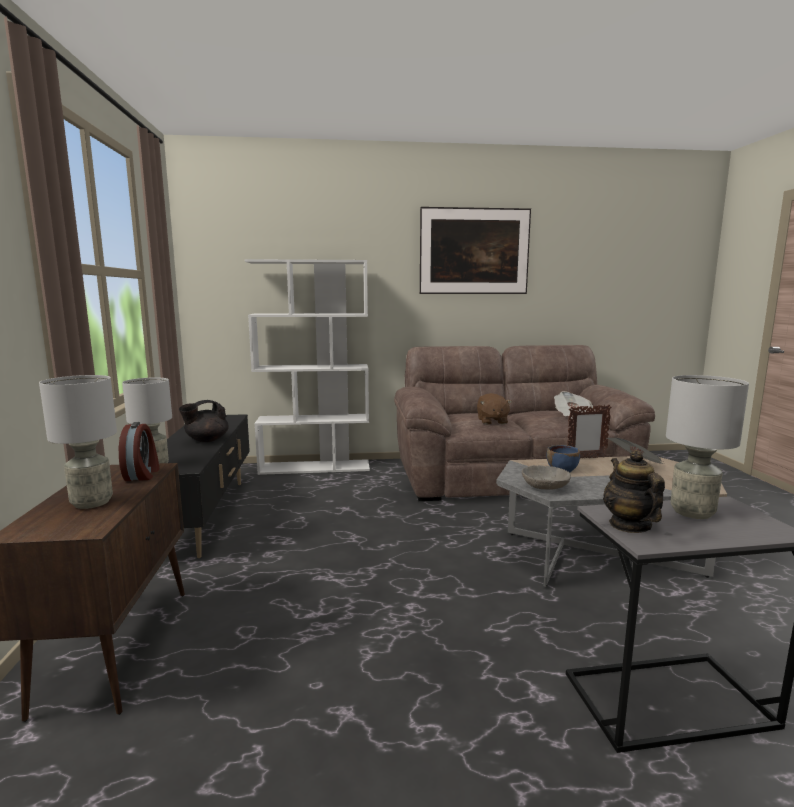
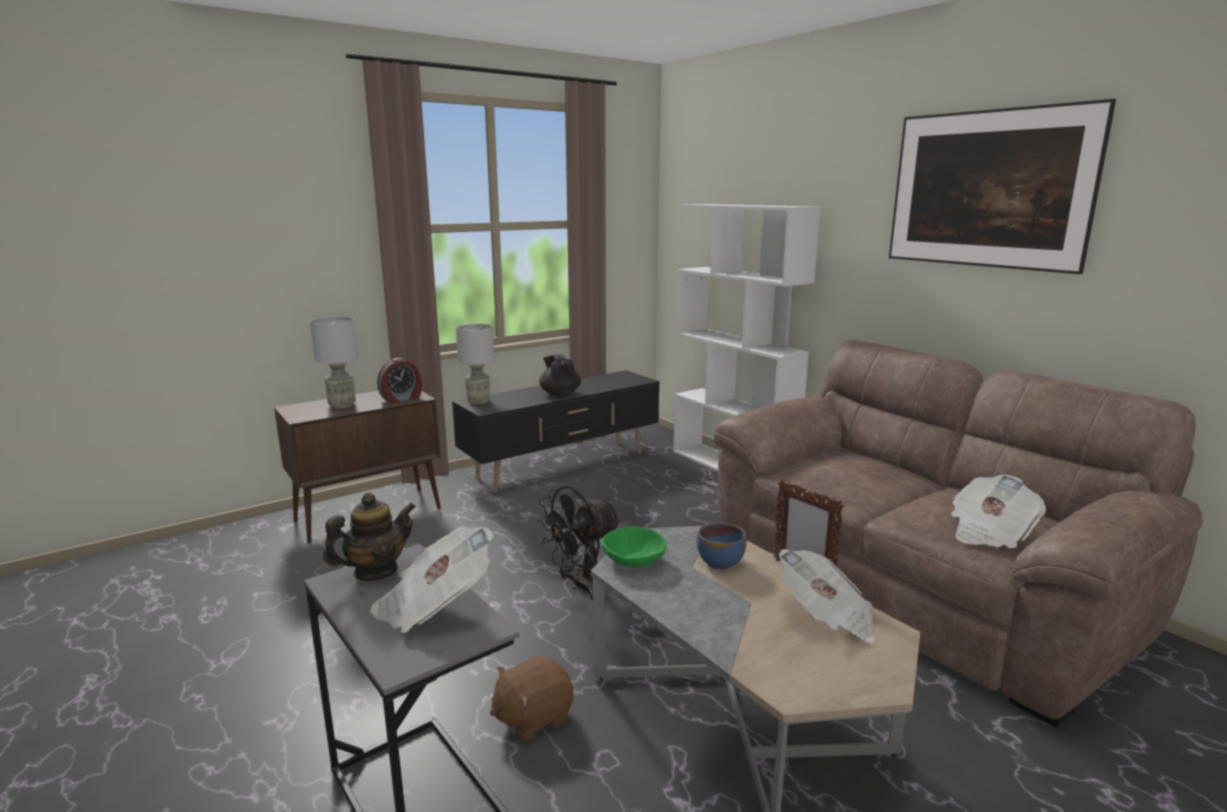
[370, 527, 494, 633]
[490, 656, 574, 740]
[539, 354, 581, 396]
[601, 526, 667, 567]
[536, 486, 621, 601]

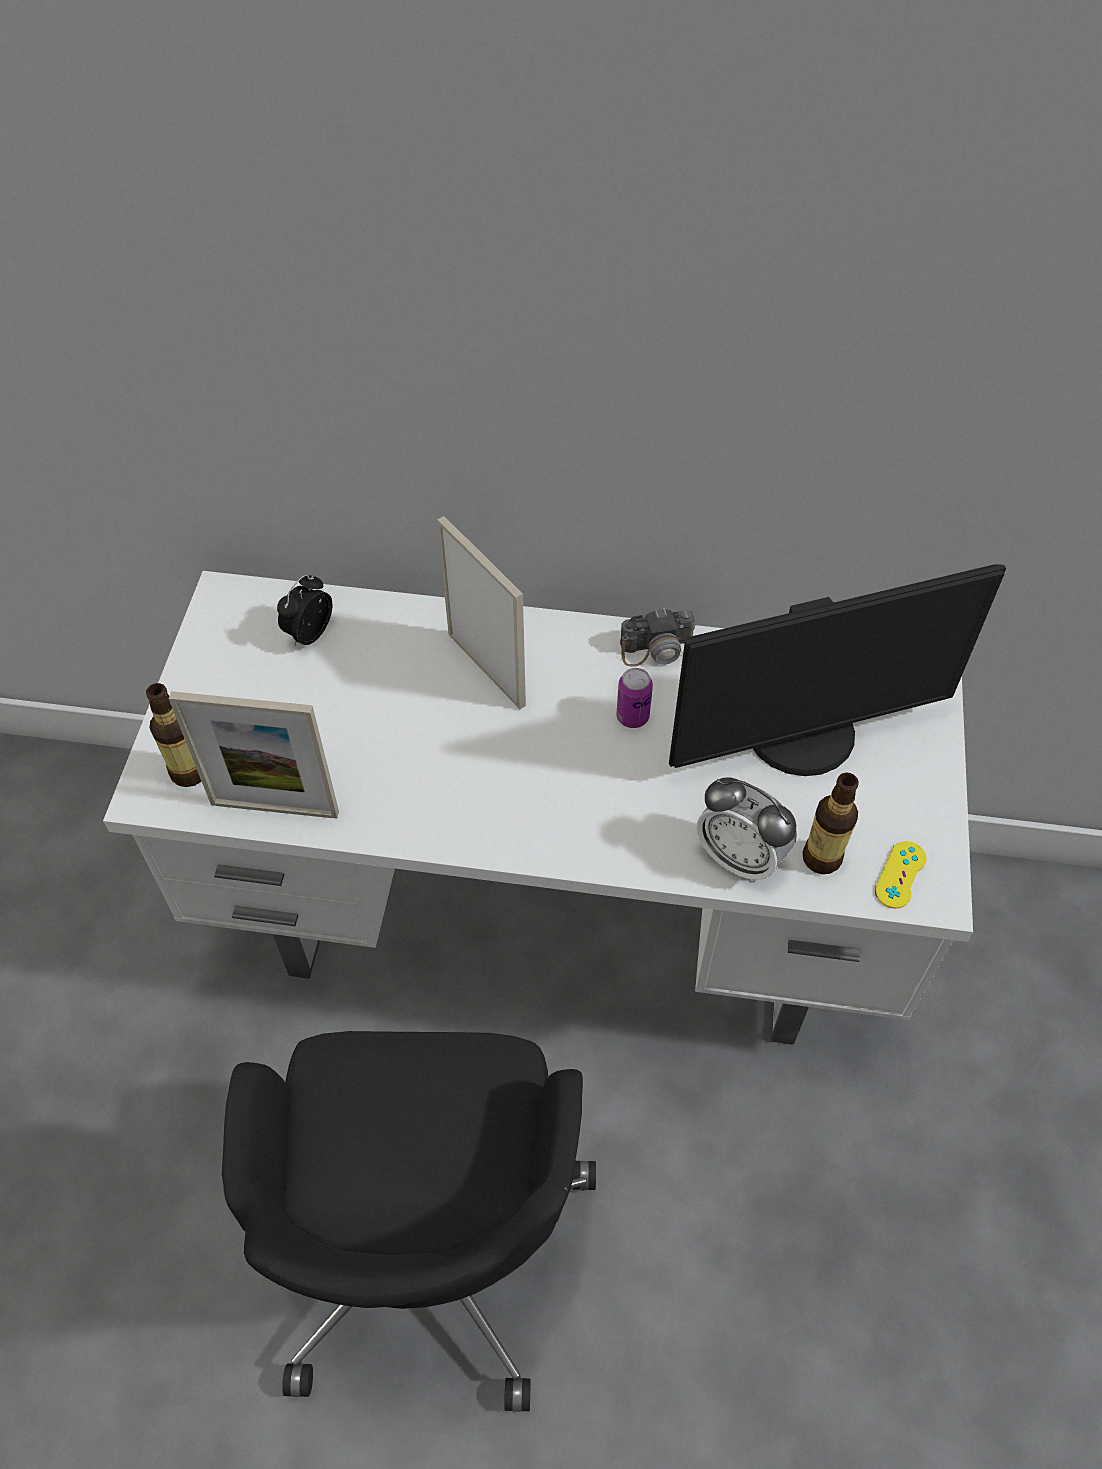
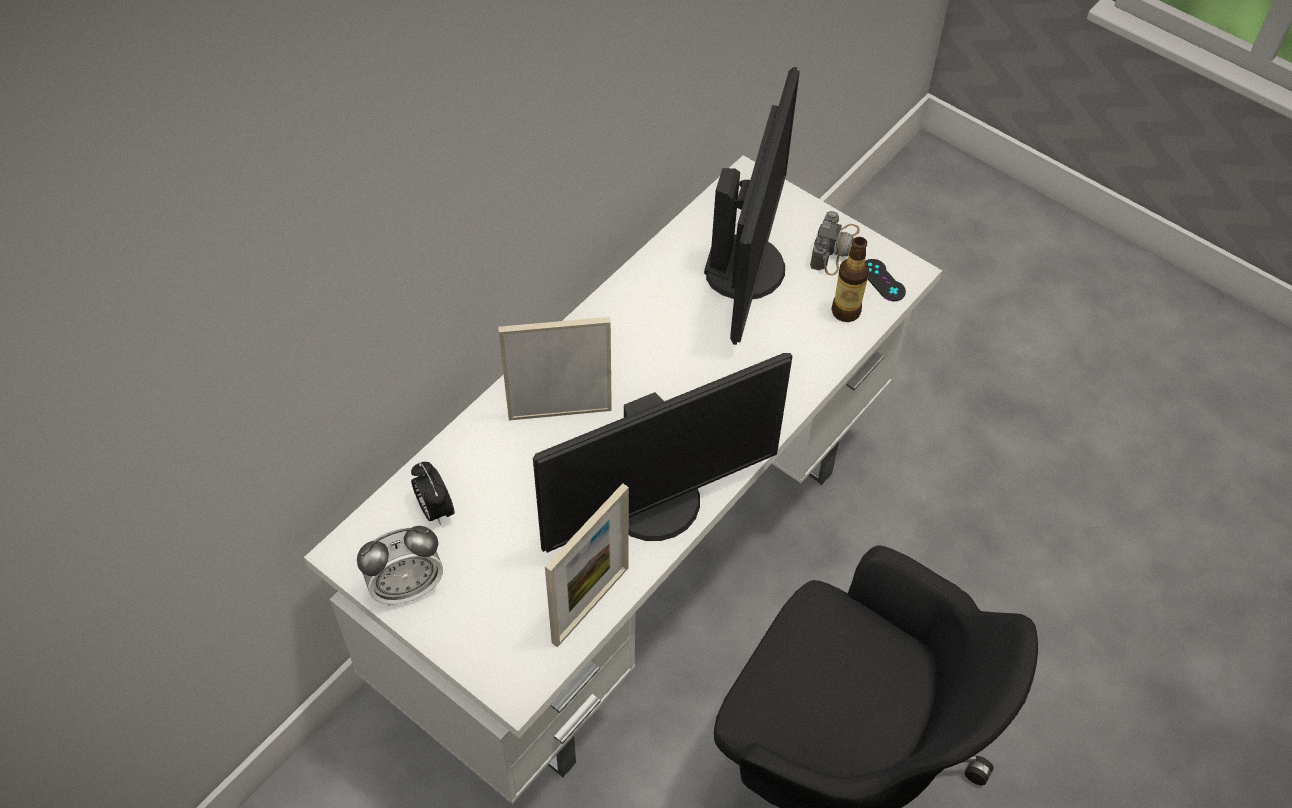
[810, 211, 860, 275]
[616, 668, 653, 728] (first image)
[146, 683, 201, 787] (first image)
[357, 526, 443, 605]
[865, 259, 906, 301]
[533, 353, 792, 553]

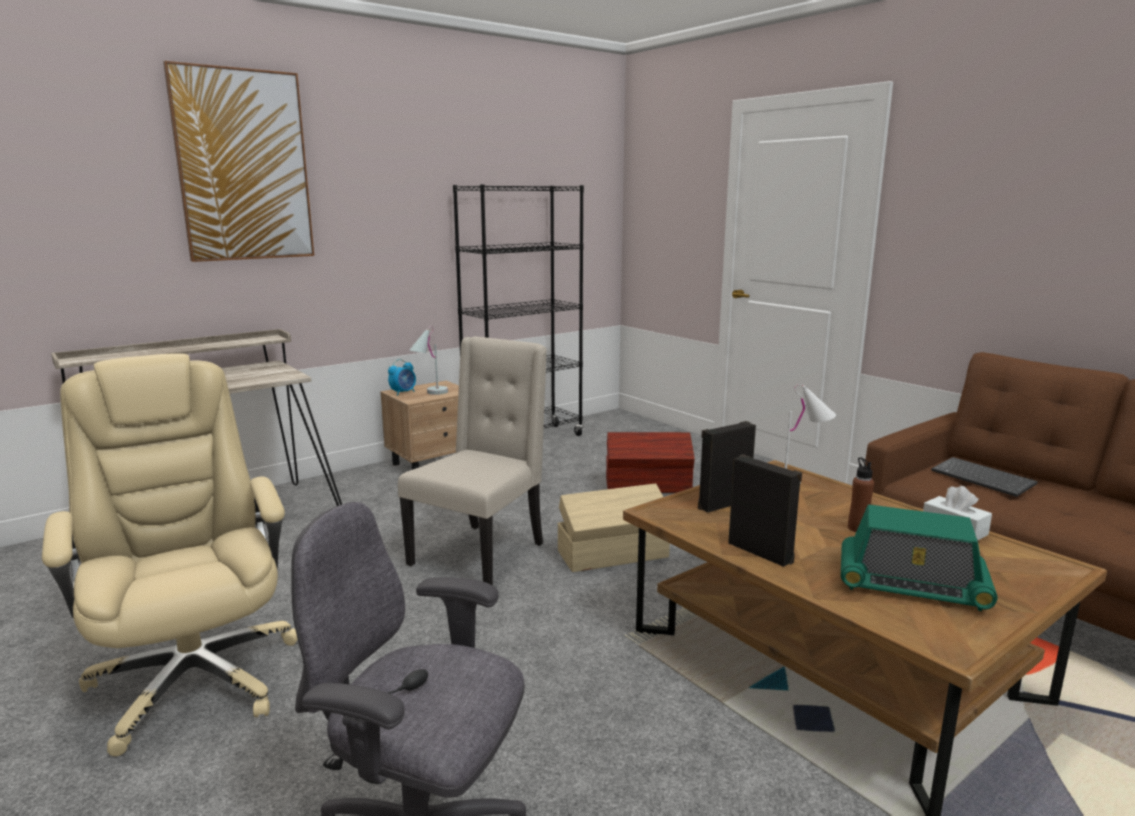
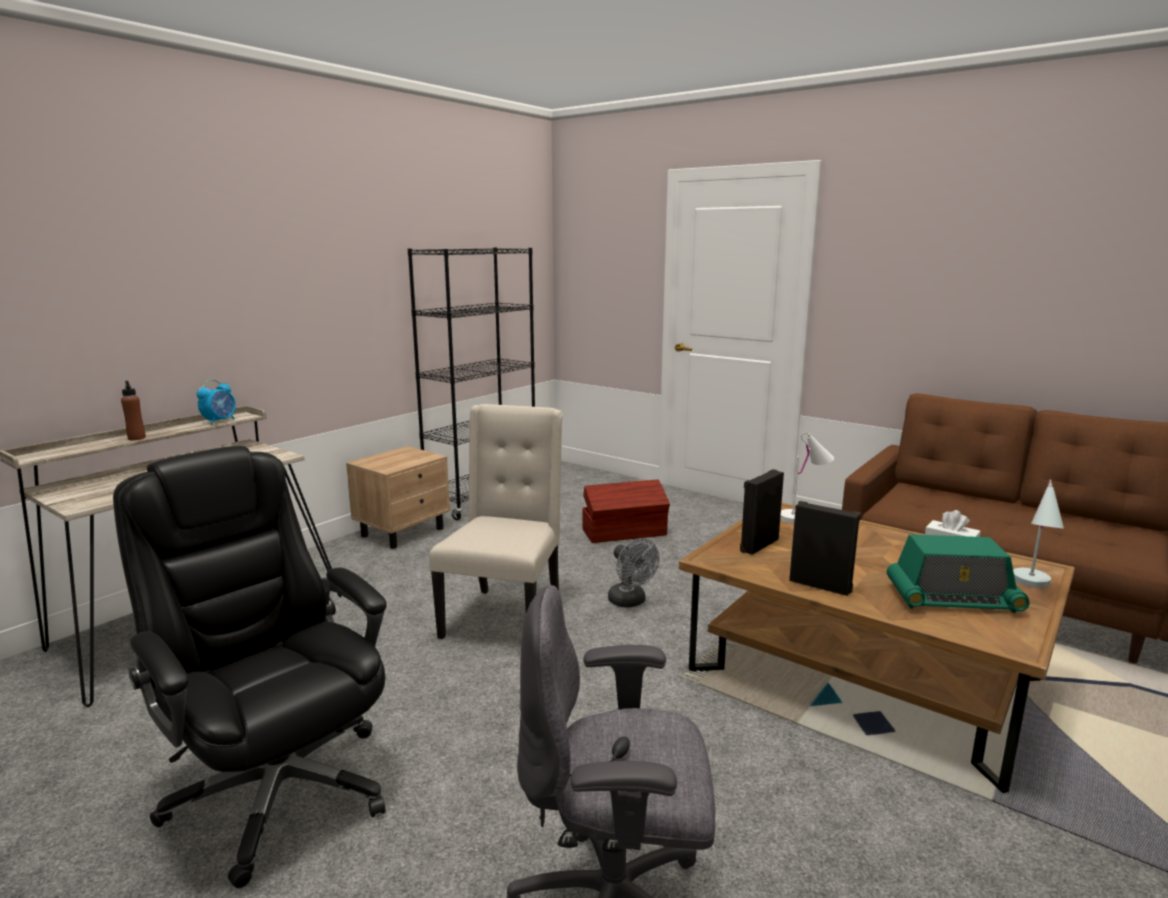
[163, 61, 314, 262] (first image)
[1013, 479, 1064, 588]
[113, 446, 387, 888]
[197, 379, 236, 425]
[121, 381, 146, 440]
[931, 457, 1038, 497] (first image)
[608, 539, 659, 607]

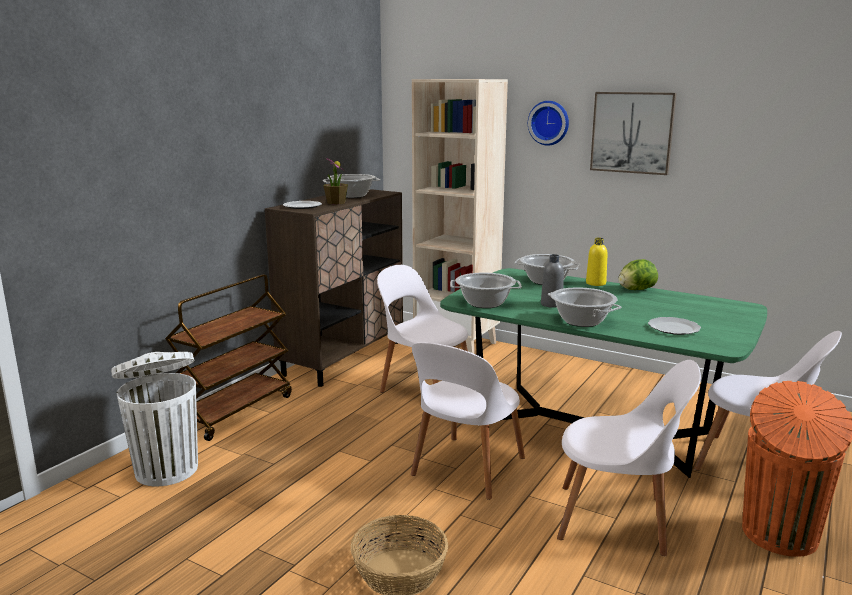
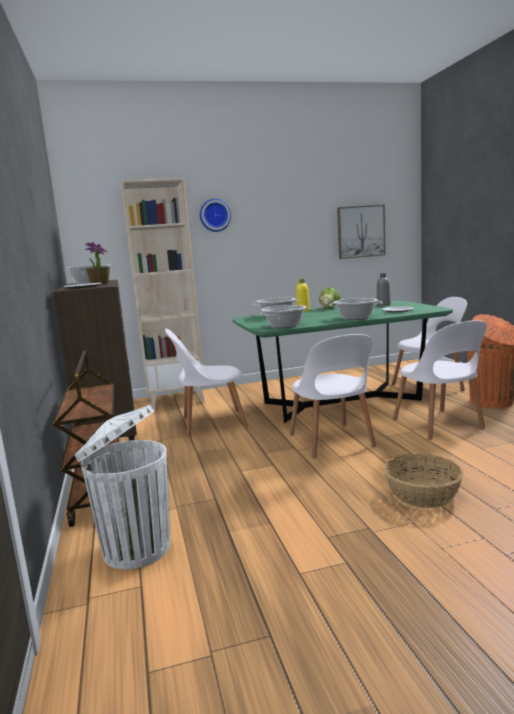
[337, 205, 386, 259]
[377, 273, 391, 306]
[393, 320, 487, 440]

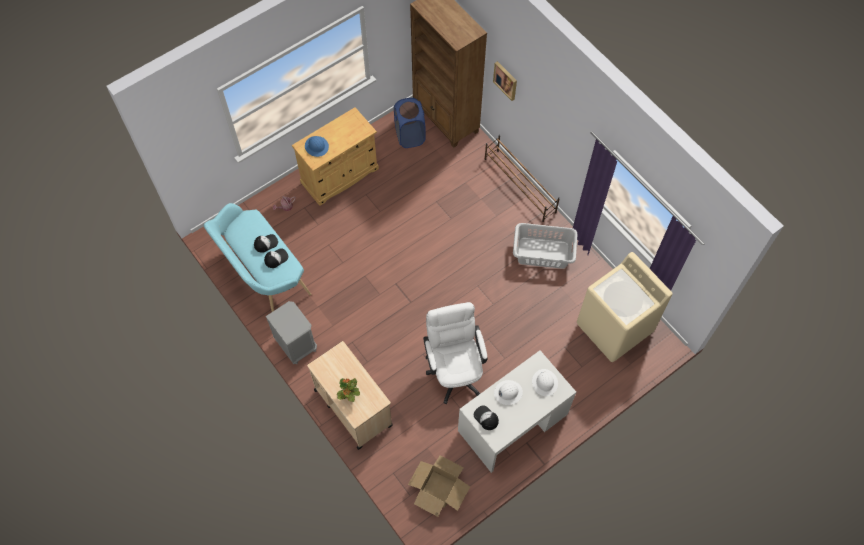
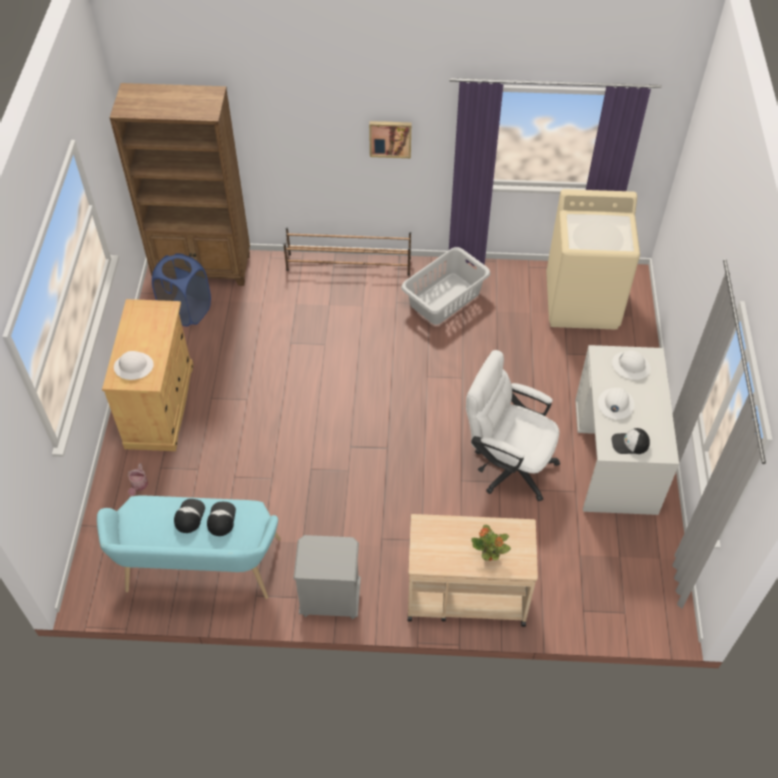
[369, 121, 411, 158]
[114, 351, 153, 380]
[408, 455, 470, 517] (first image)

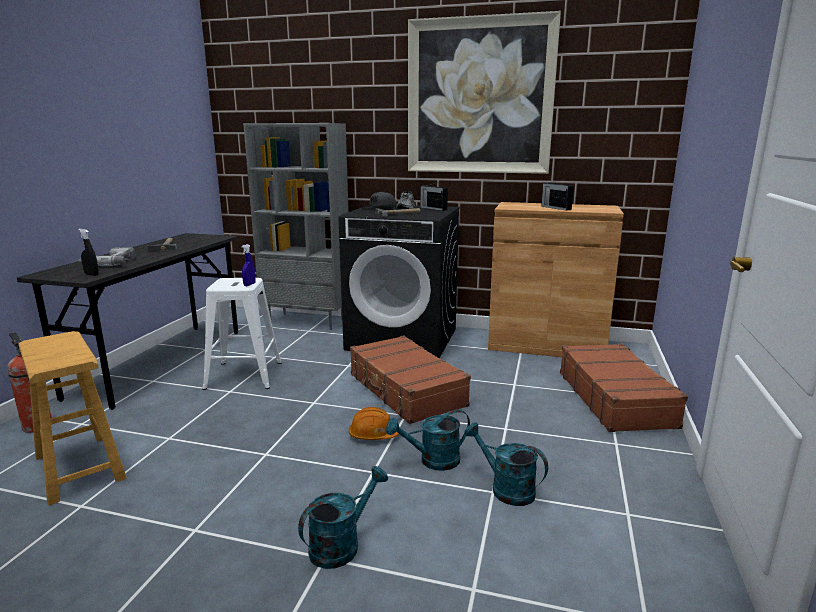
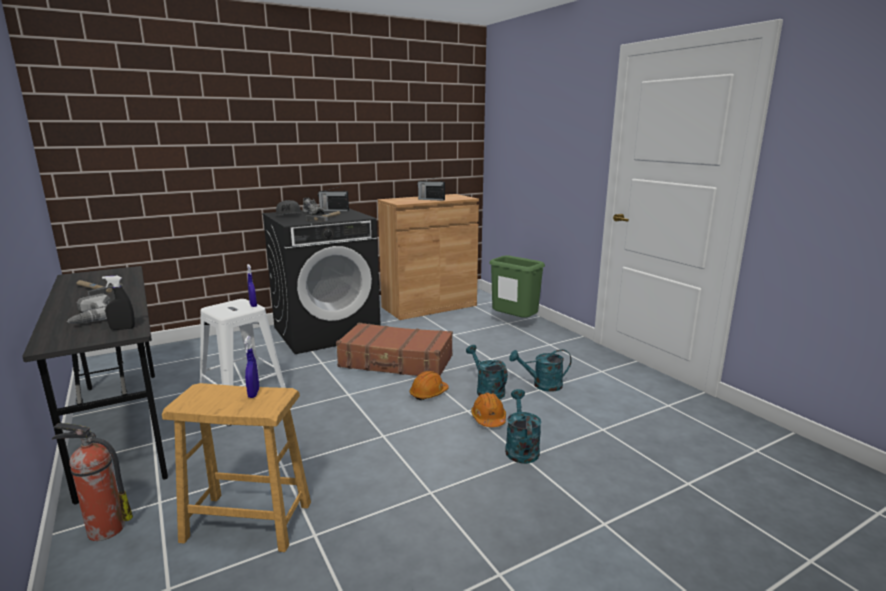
[408, 11, 561, 174] (first image)
[243, 123, 349, 330] (first image)
[489, 255, 545, 318]
[466, 345, 508, 399]
[244, 336, 259, 398]
[471, 392, 506, 427]

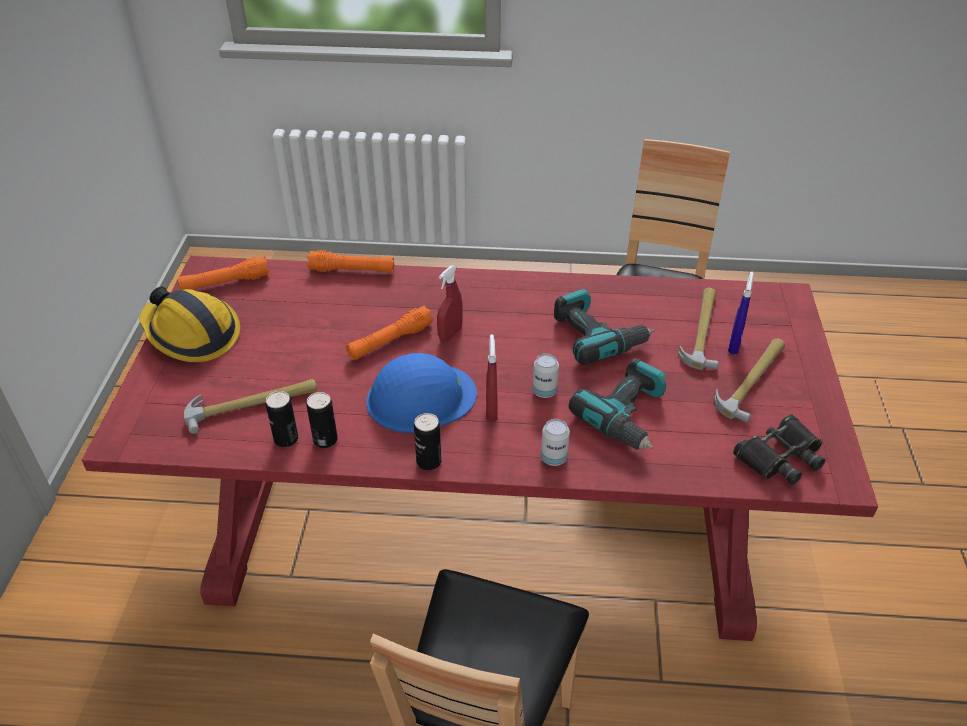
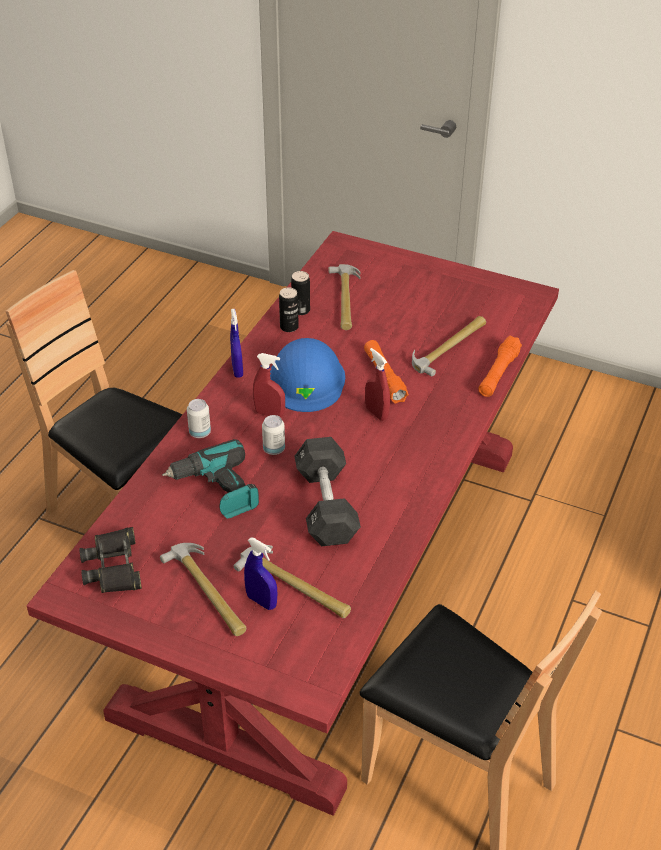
[178, 256, 270, 290] (first image)
[139, 287, 240, 362] (first image)
[294, 437, 361, 546]
[230, 309, 243, 378]
[412, 316, 486, 377]

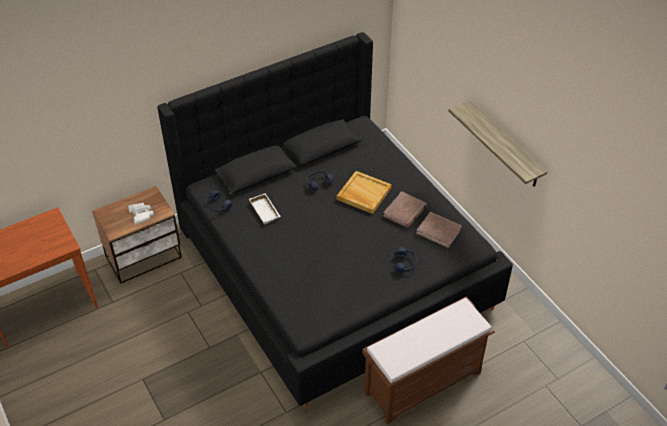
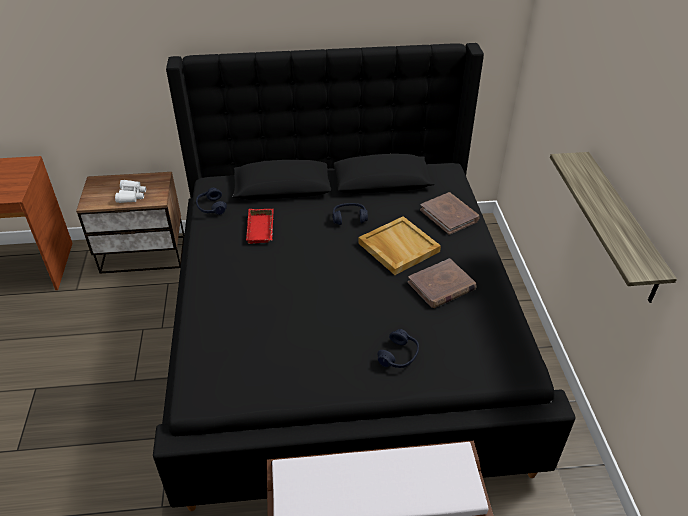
[246, 209, 274, 244]
[420, 192, 480, 235]

